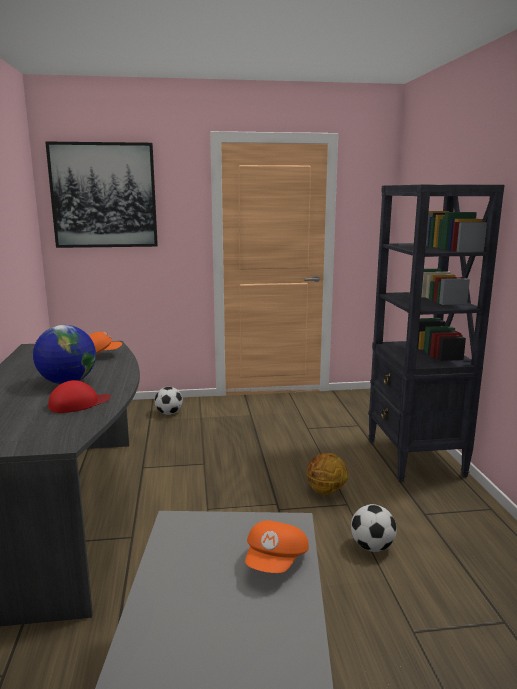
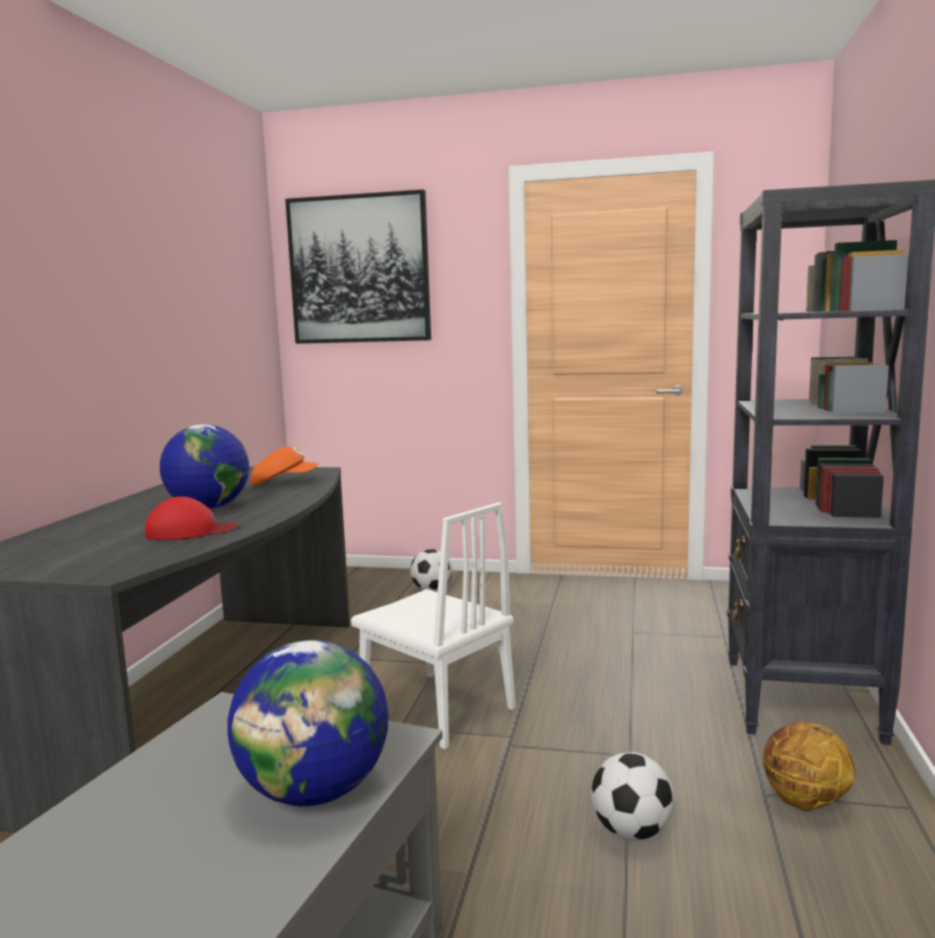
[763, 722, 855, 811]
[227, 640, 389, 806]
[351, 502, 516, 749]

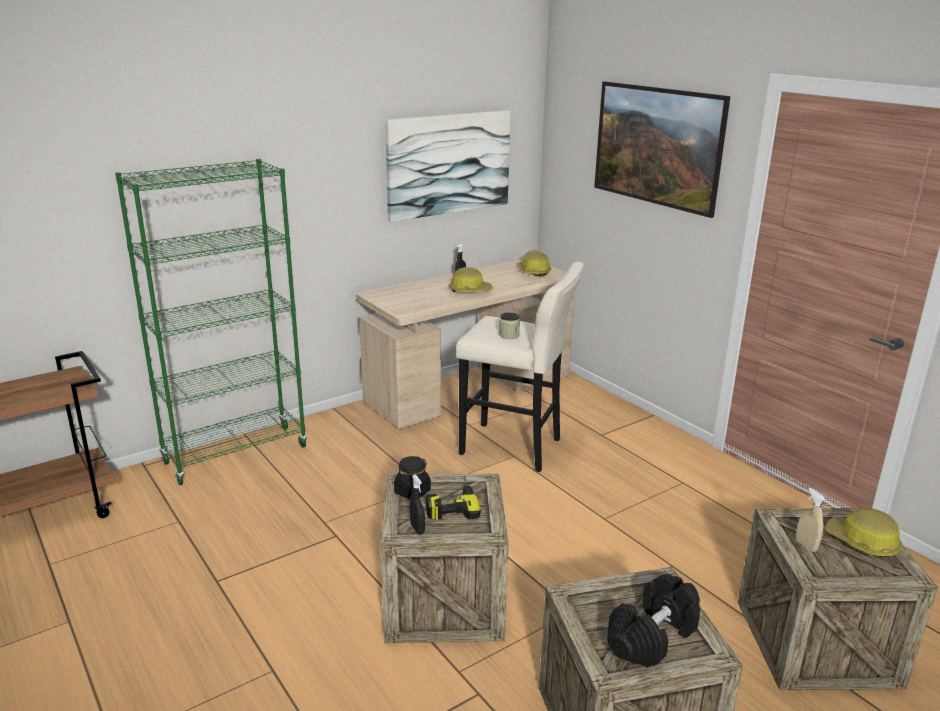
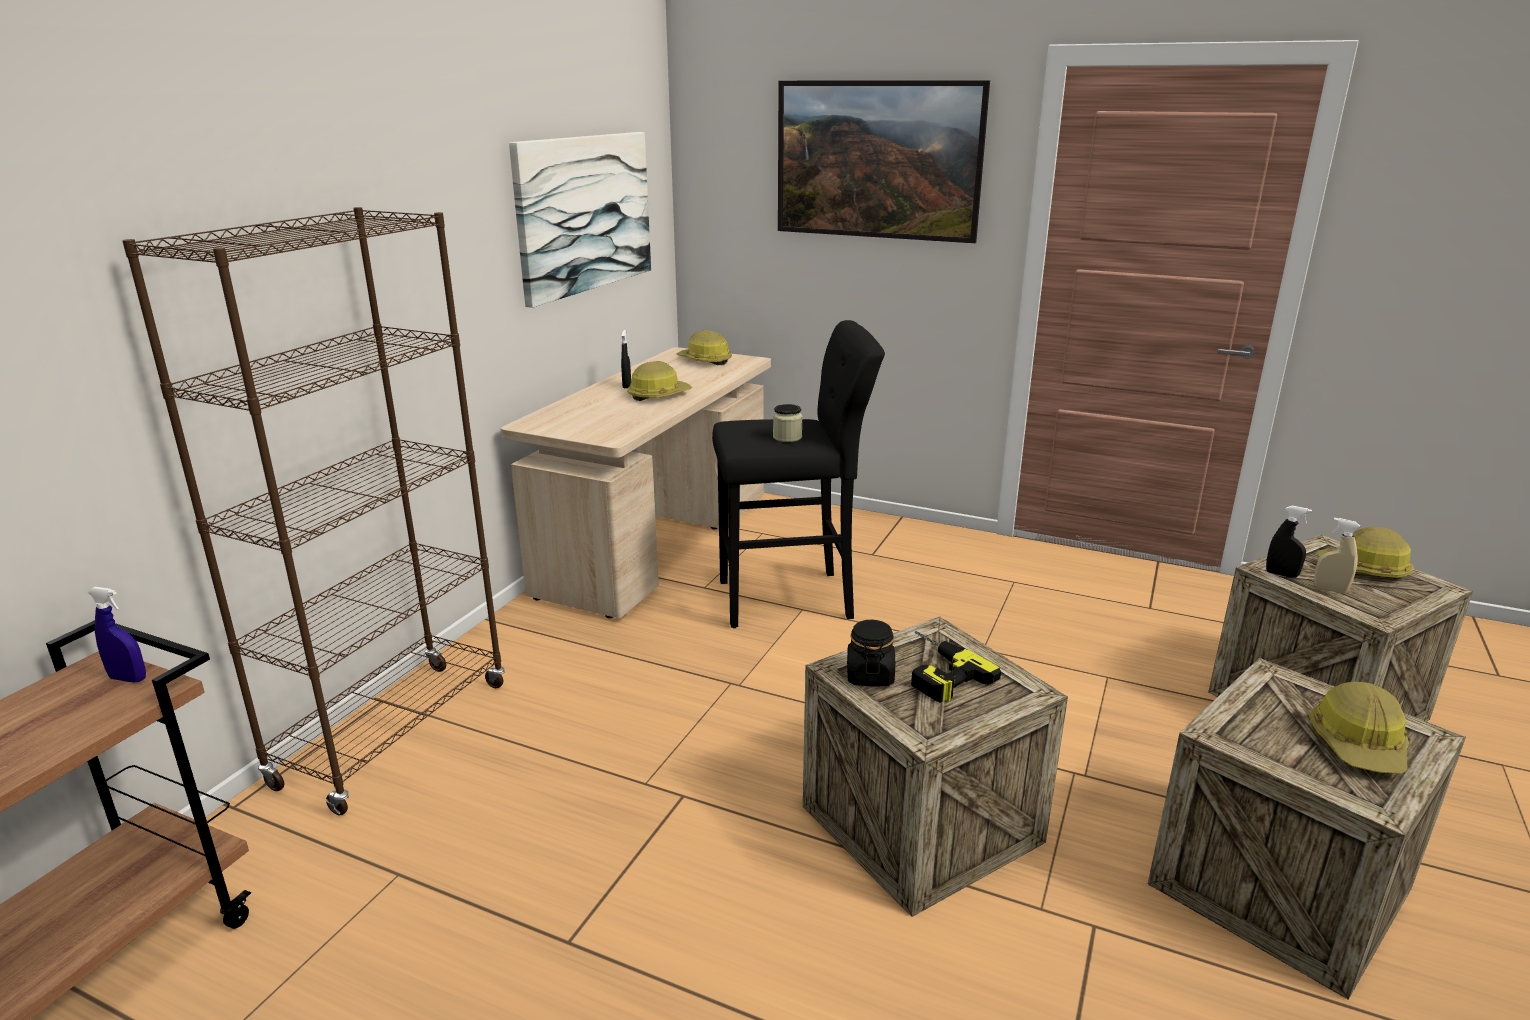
[122, 207, 505, 815]
[712, 320, 885, 628]
[1266, 506, 1312, 578]
[1309, 682, 1409, 774]
[88, 587, 146, 683]

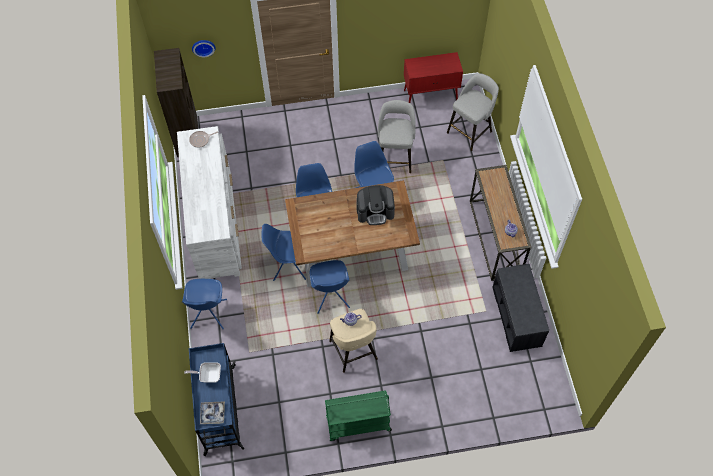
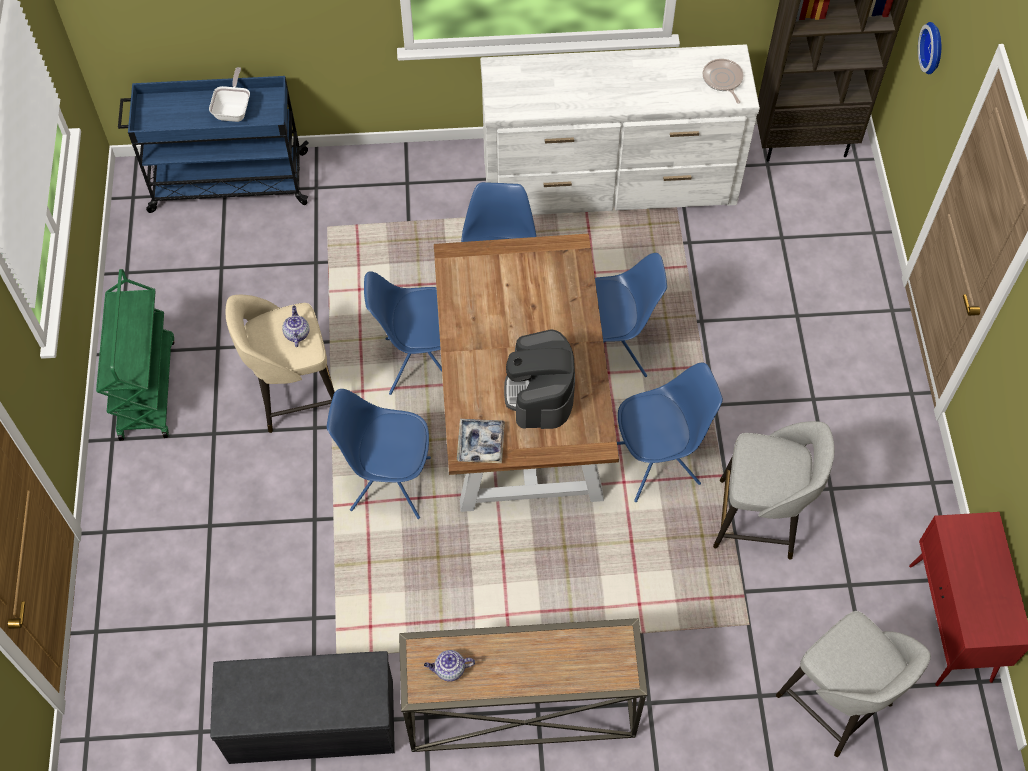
[327, 389, 431, 519]
[457, 419, 505, 463]

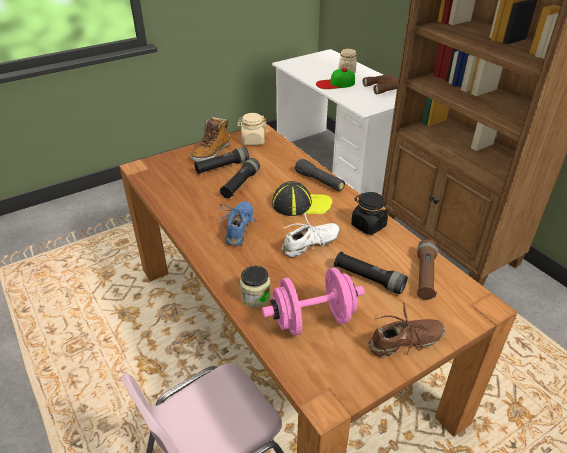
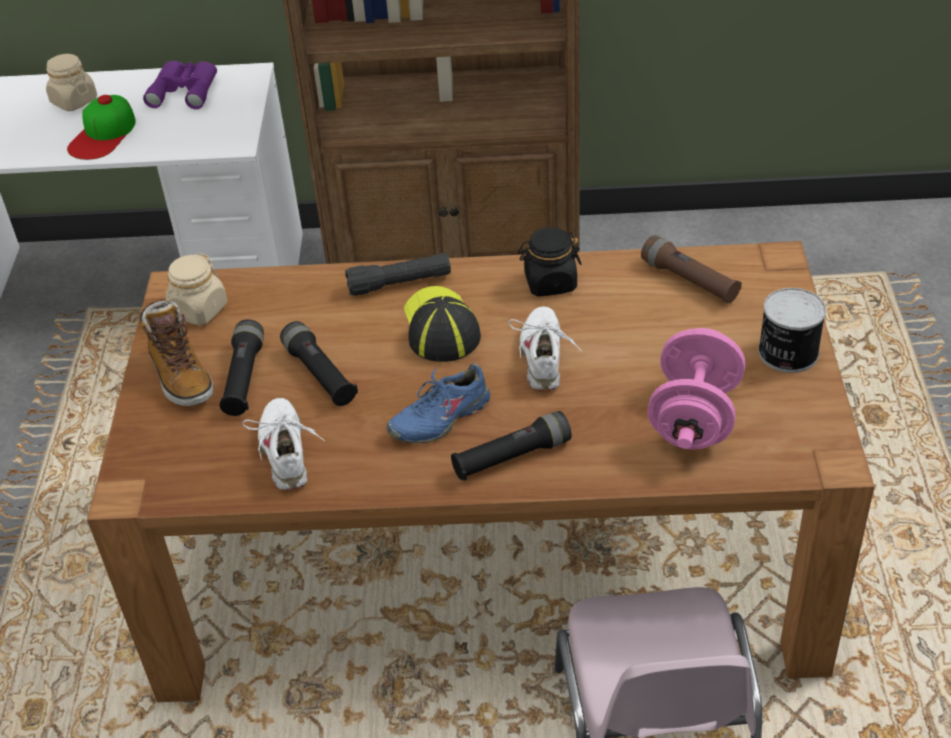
[143, 61, 217, 109]
[404, 286, 481, 362]
[386, 363, 490, 443]
[451, 411, 572, 481]
[240, 266, 271, 308] (first image)
[758, 288, 826, 373]
[242, 398, 325, 491]

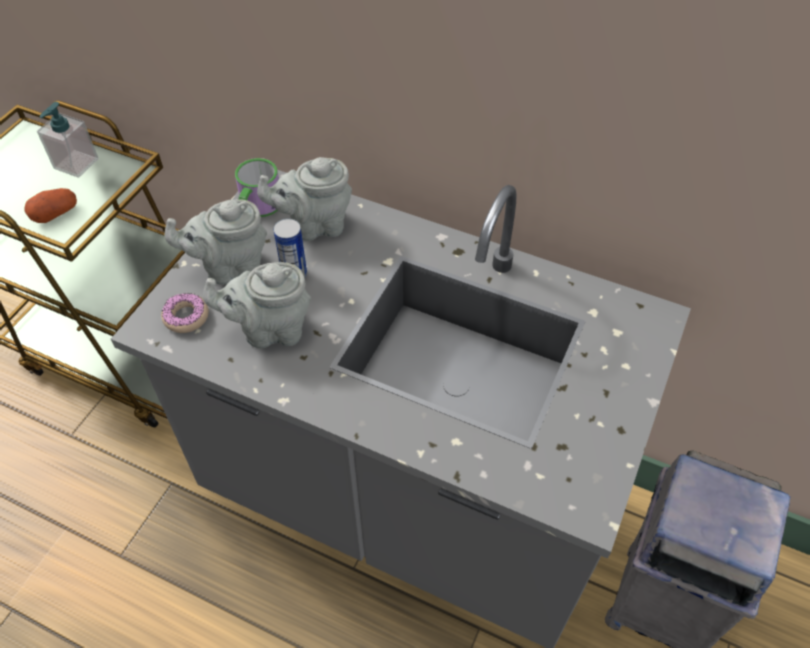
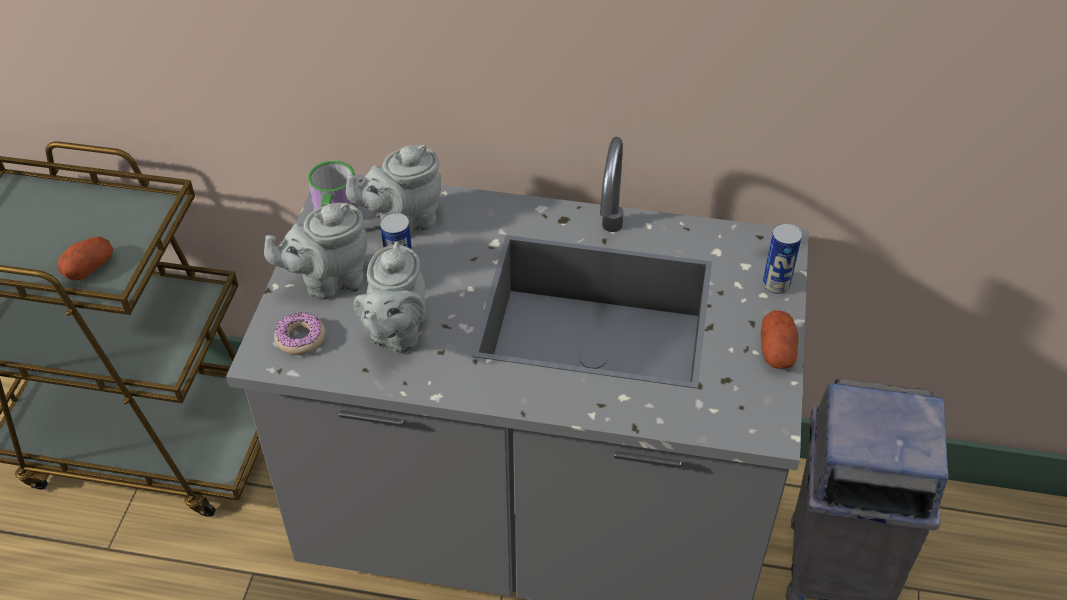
[37, 102, 99, 178] (first image)
[354, 242, 425, 353]
[763, 223, 802, 294]
[761, 310, 799, 369]

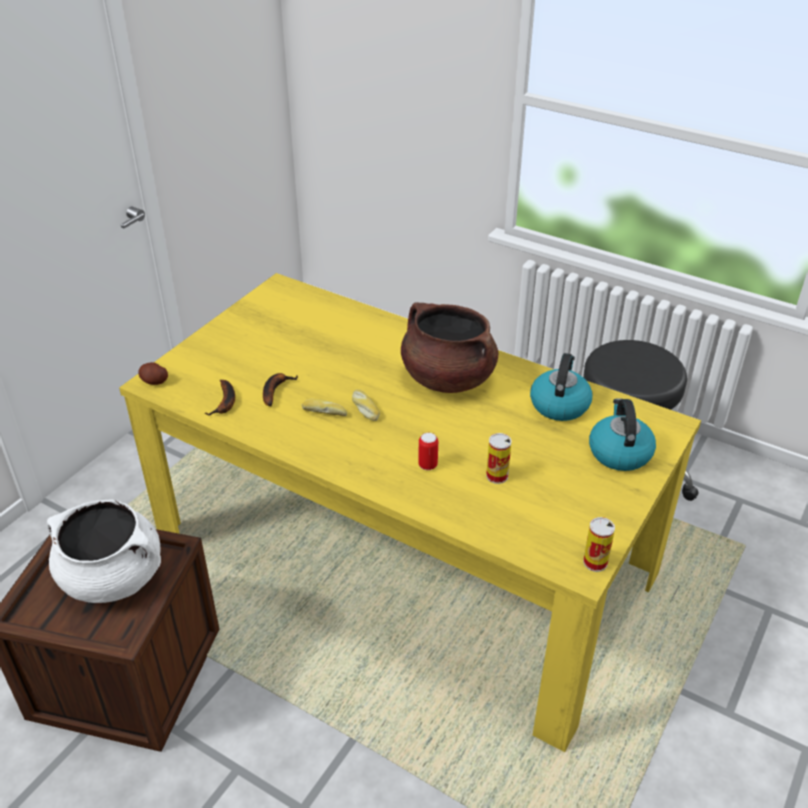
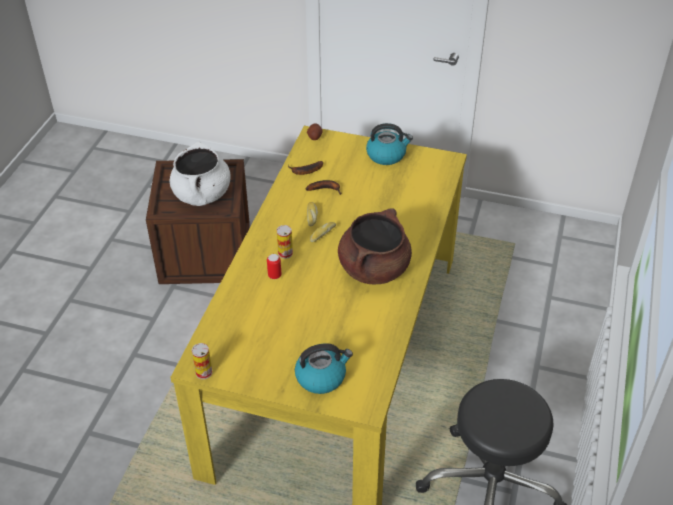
[366, 123, 413, 165]
[277, 225, 293, 259]

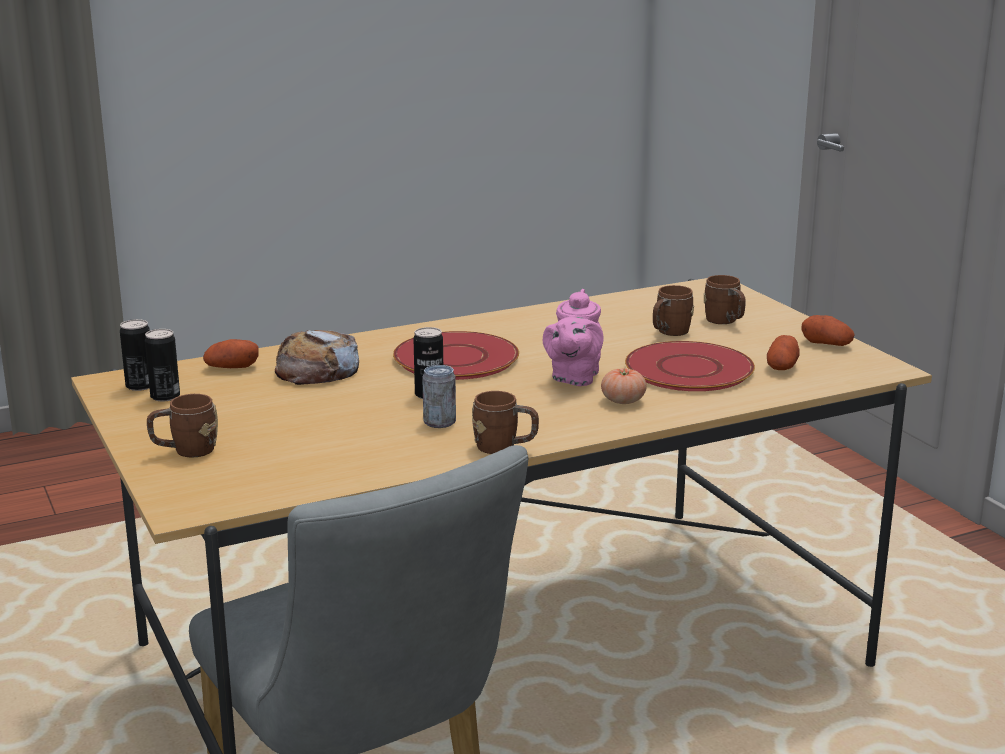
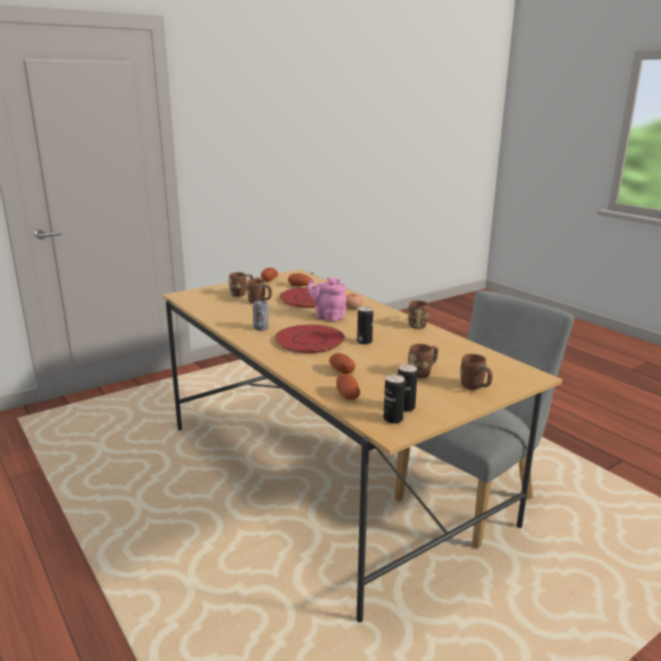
[307, 277, 346, 322]
[329, 353, 355, 374]
[253, 301, 269, 331]
[408, 344, 438, 378]

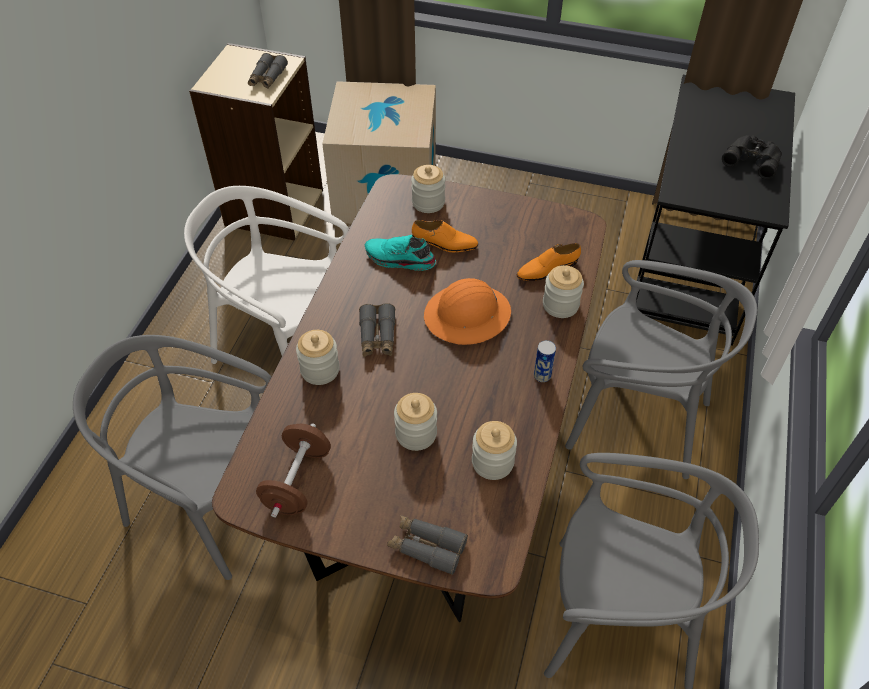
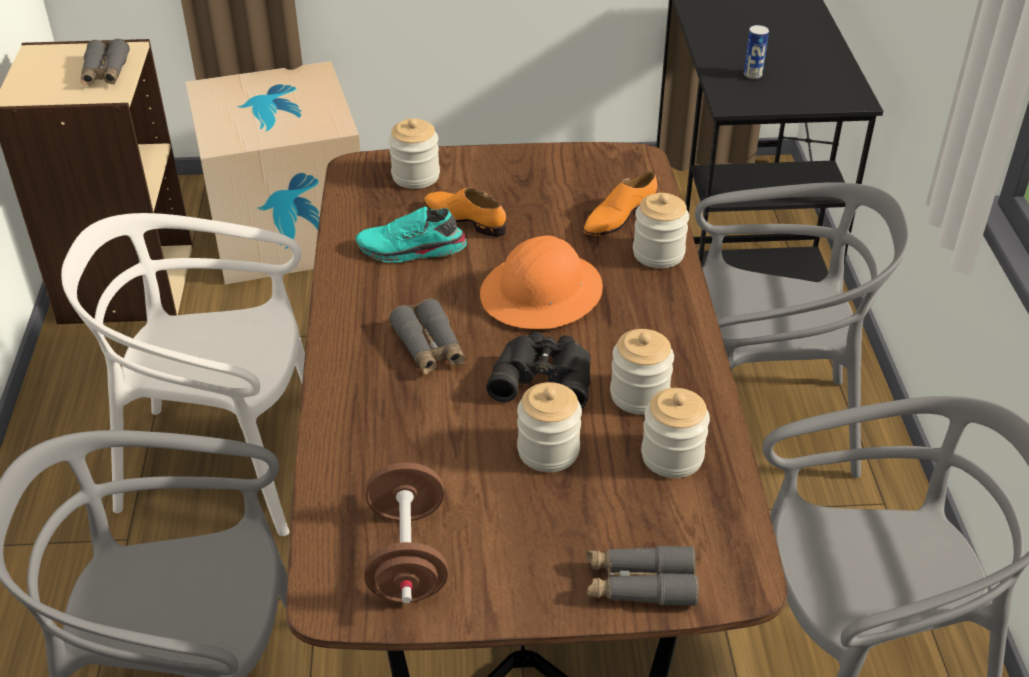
[486, 331, 591, 409]
[424, 188, 506, 237]
[610, 329, 674, 415]
[744, 25, 769, 79]

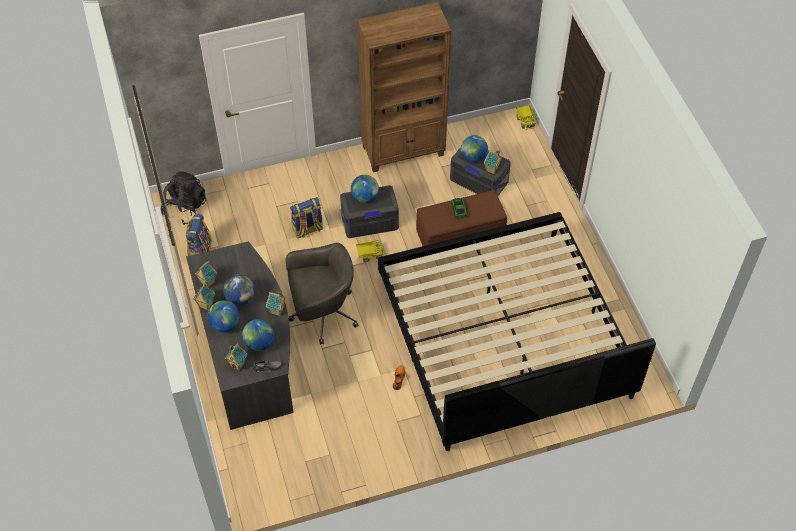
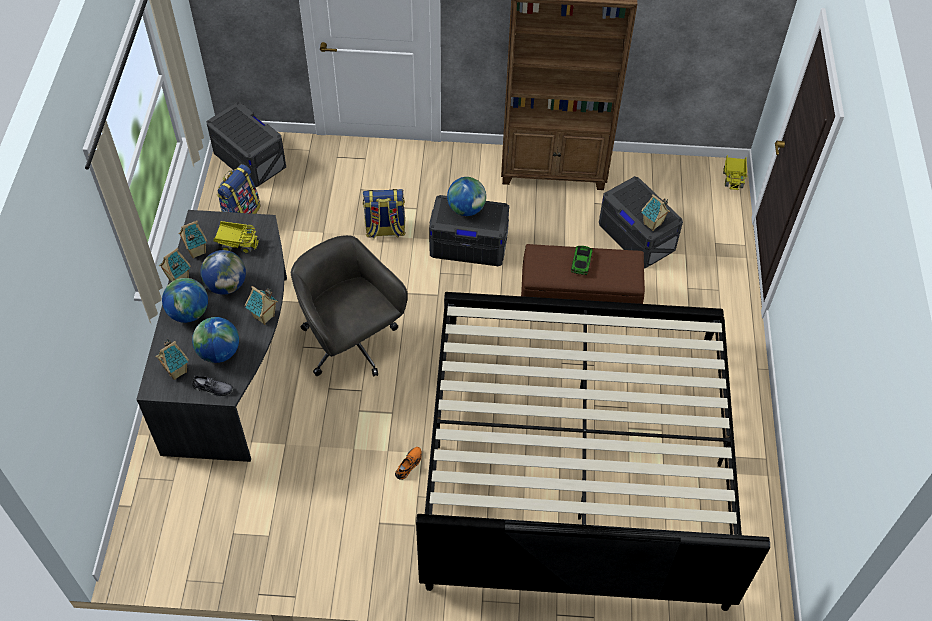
[461, 135, 488, 163] (first image)
[206, 102, 286, 187]
[214, 221, 259, 254]
[291, 235, 408, 376]

